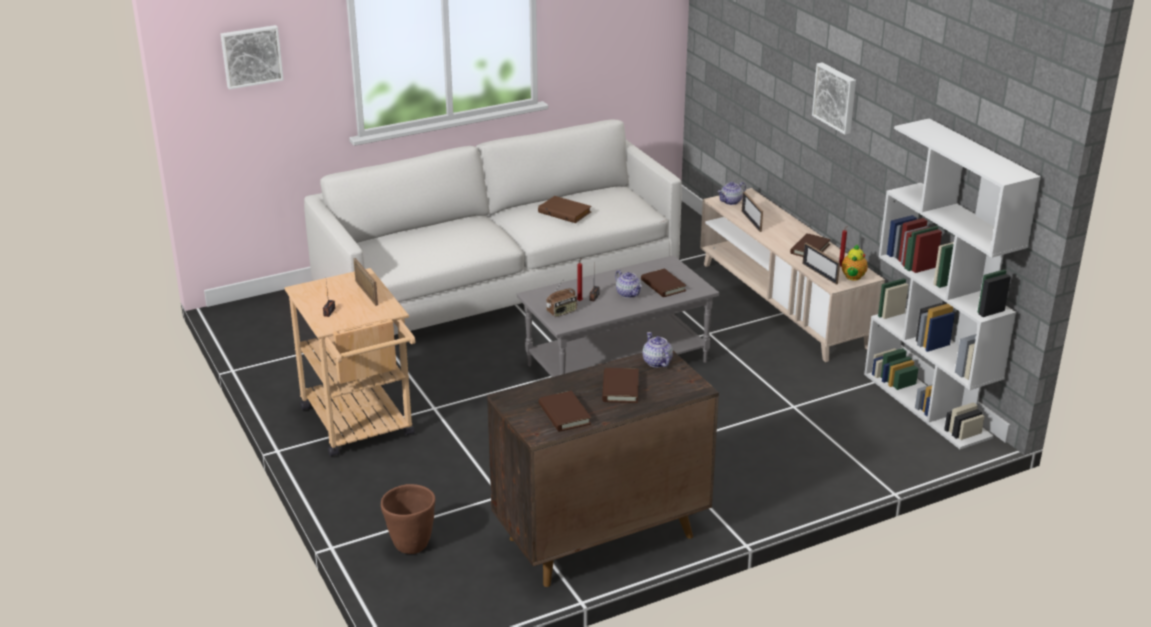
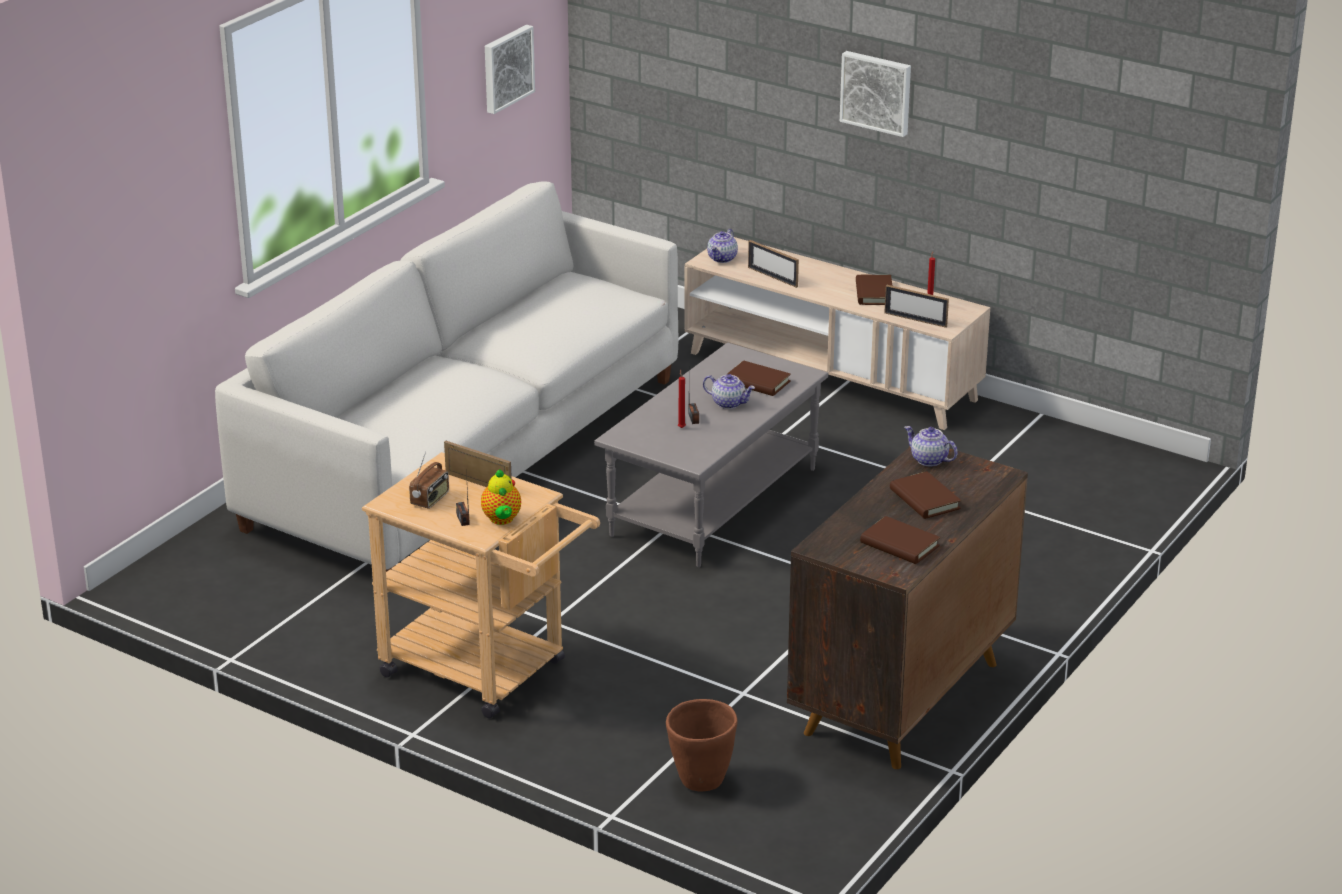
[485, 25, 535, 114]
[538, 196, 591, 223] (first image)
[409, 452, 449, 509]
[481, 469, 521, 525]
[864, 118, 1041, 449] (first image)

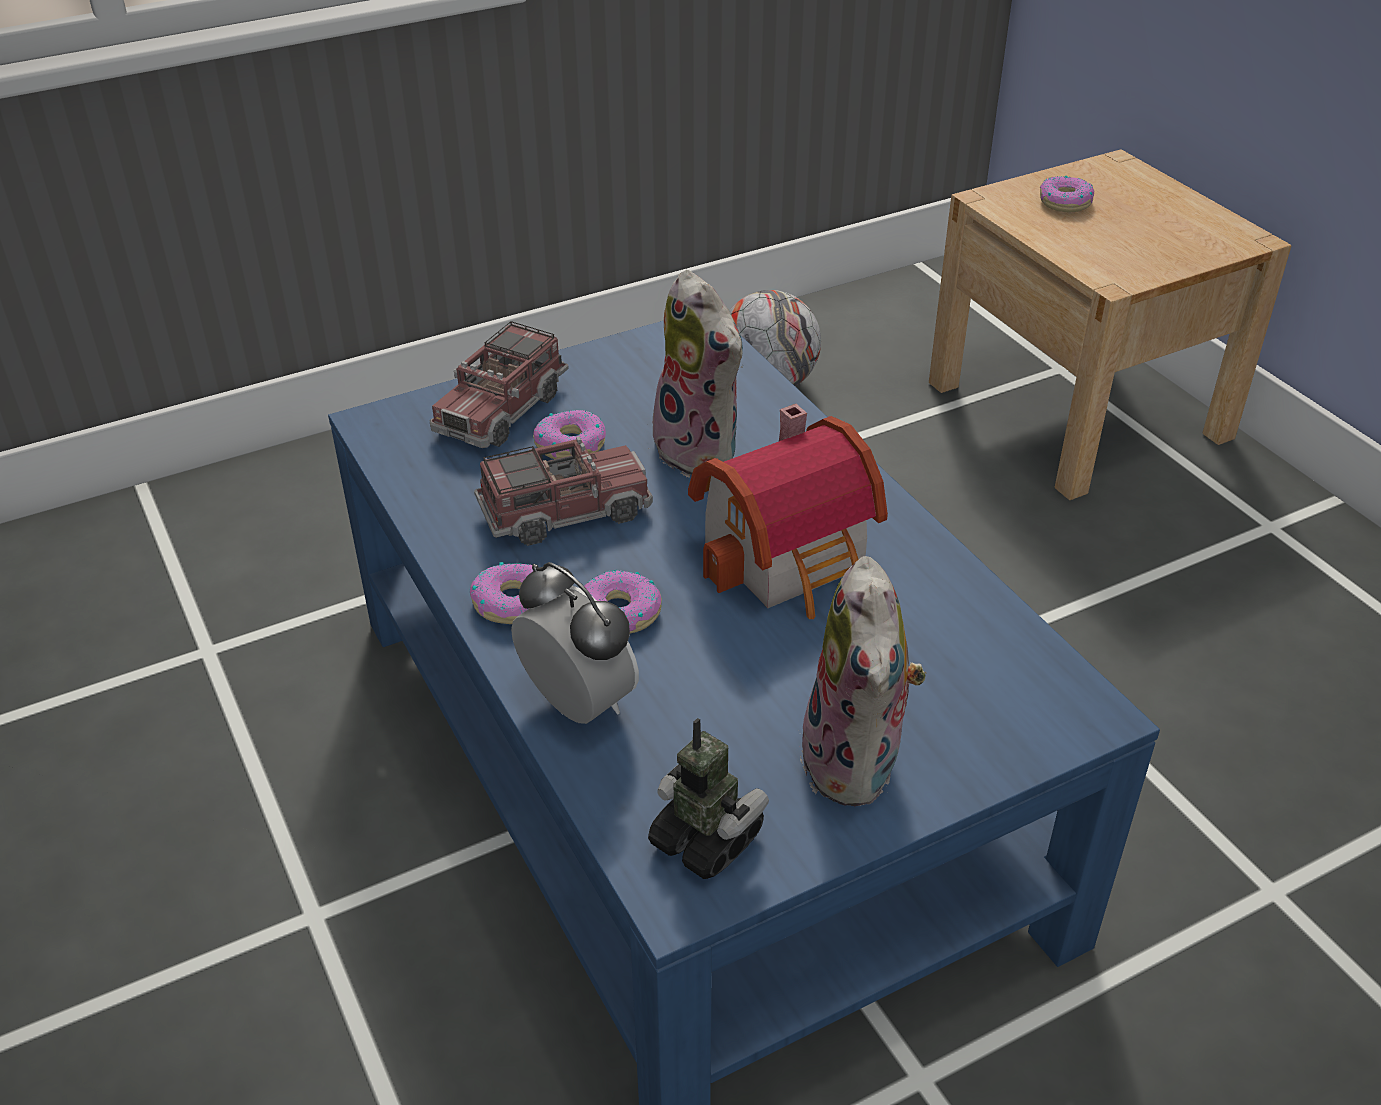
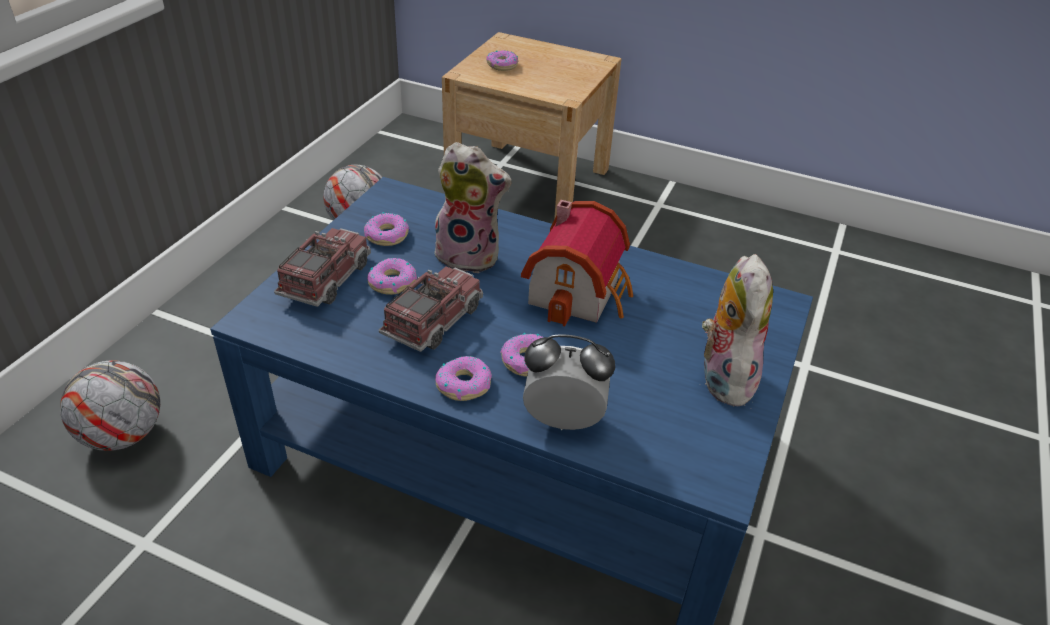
[274, 228, 371, 307]
[648, 718, 769, 879] (first image)
[702, 254, 773, 406]
[60, 360, 160, 451]
[364, 212, 409, 246]

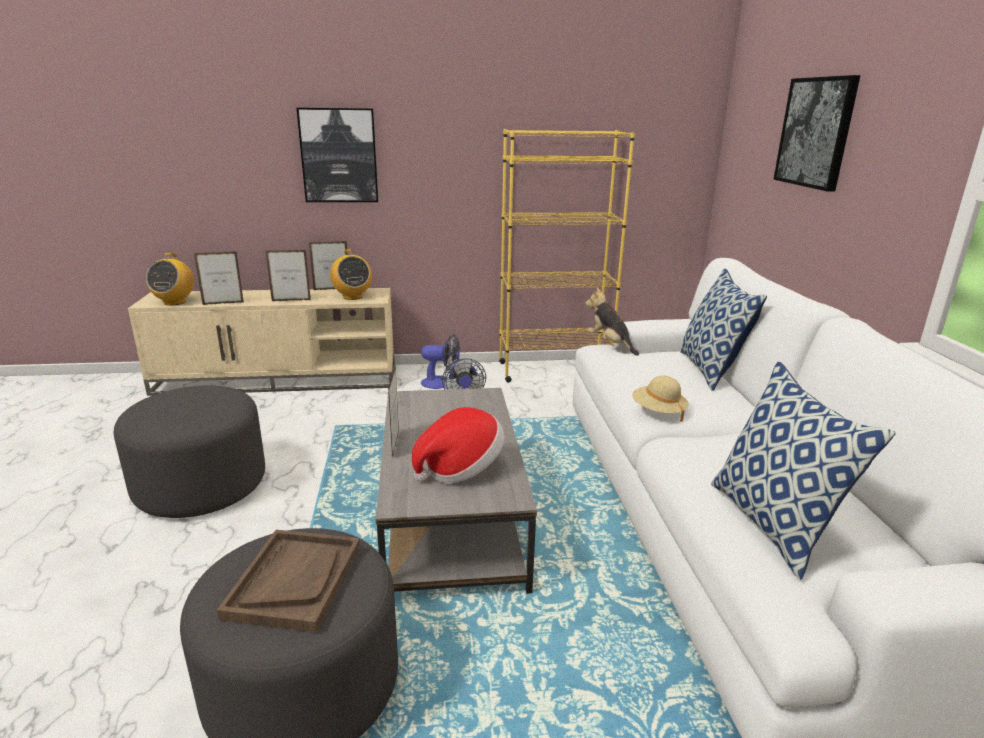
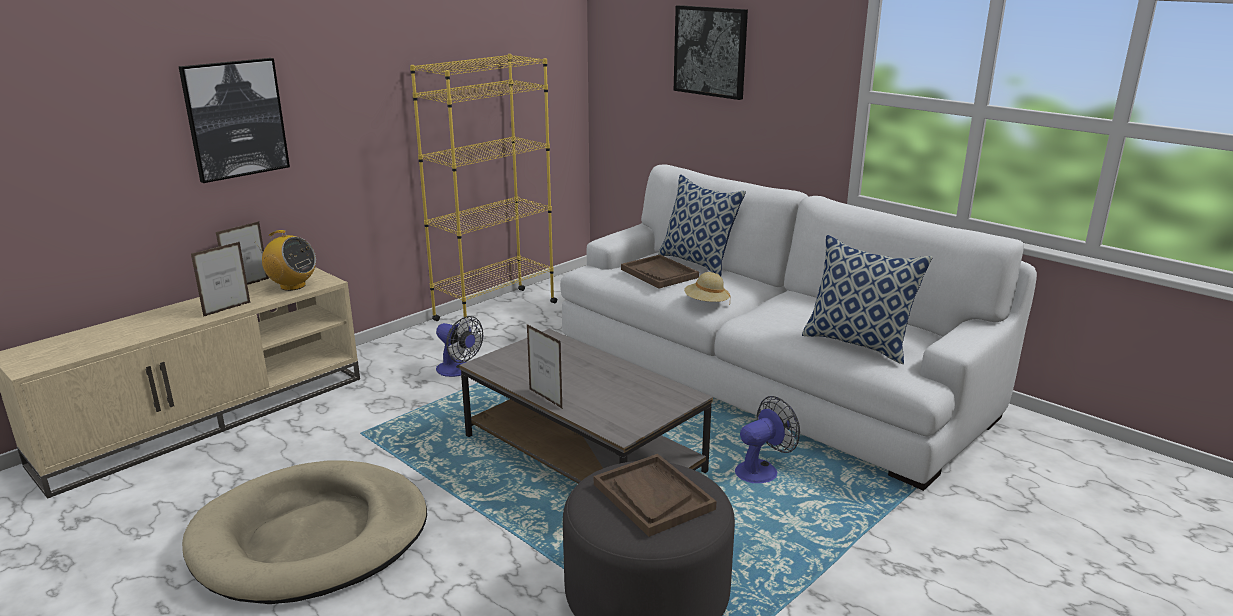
[182, 460, 427, 604]
[146, 253, 194, 306] (first image)
[194, 251, 244, 305] (first image)
[412, 407, 505, 484] (first image)
[735, 396, 800, 483]
[585, 288, 639, 355] (first image)
[621, 255, 699, 289]

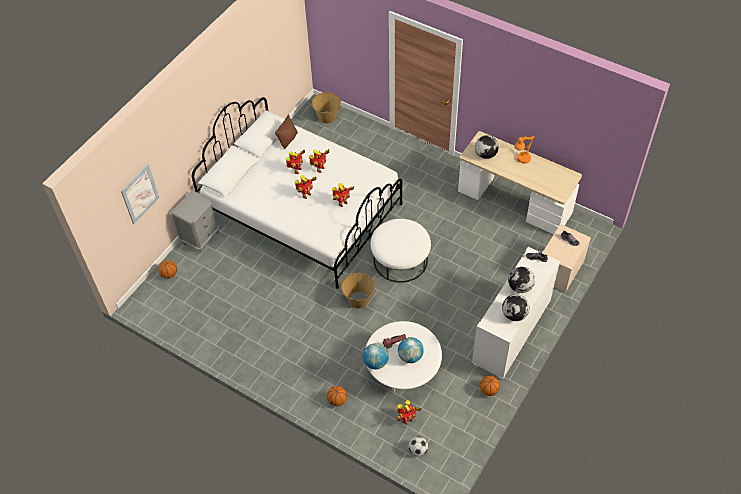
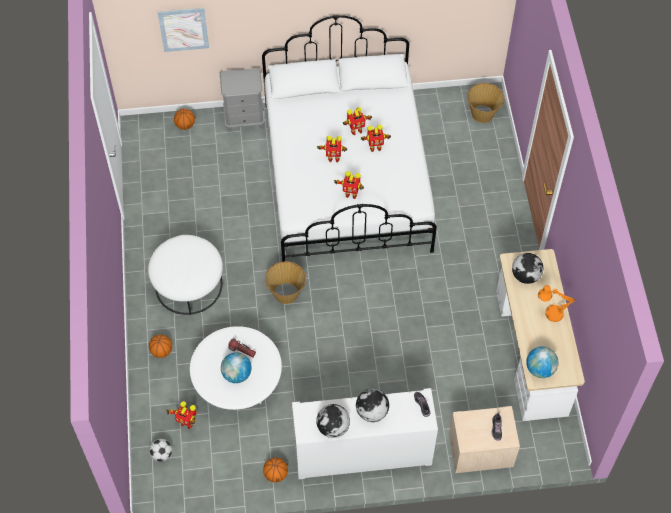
[275, 115, 298, 149] (first image)
[526, 346, 558, 378]
[148, 235, 223, 315]

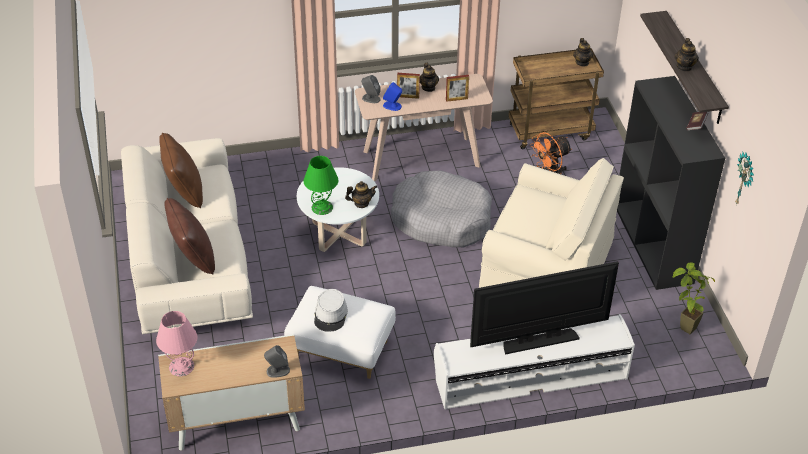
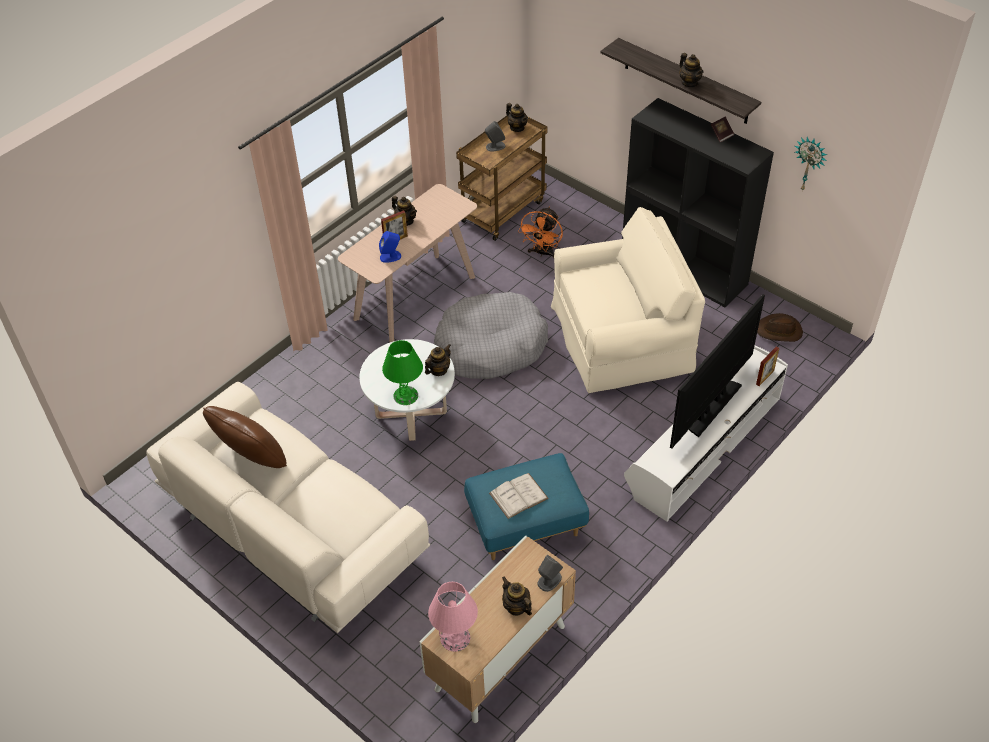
[164, 198, 215, 274] (first image)
[464, 453, 589, 560]
[489, 473, 549, 519]
[485, 121, 506, 152]
[756, 347, 779, 386]
[757, 313, 803, 342]
[502, 576, 532, 616]

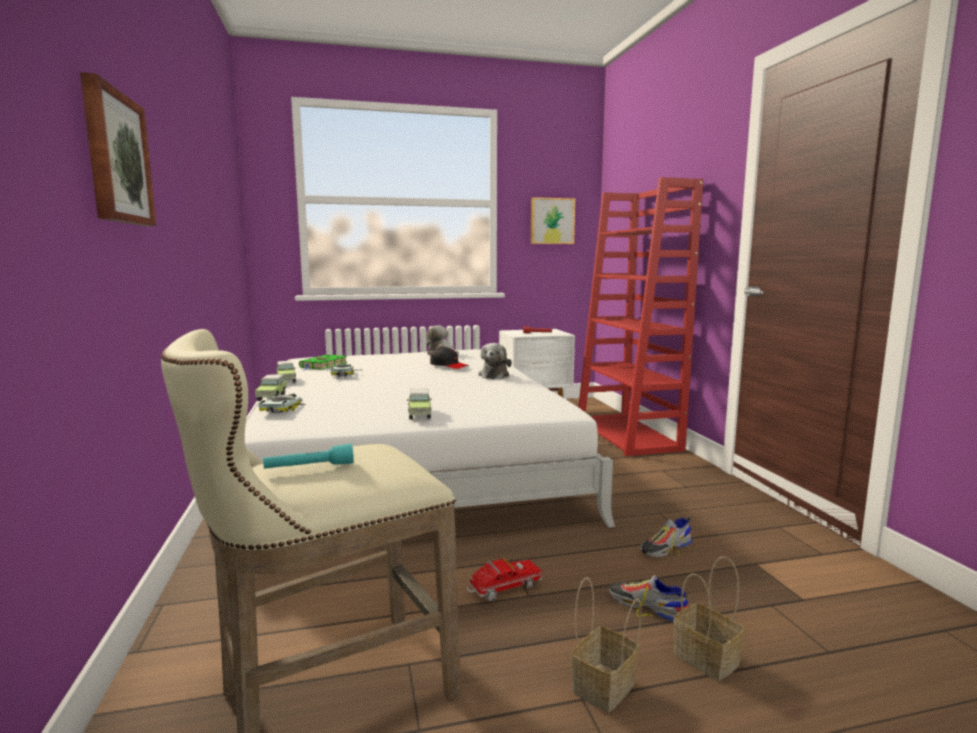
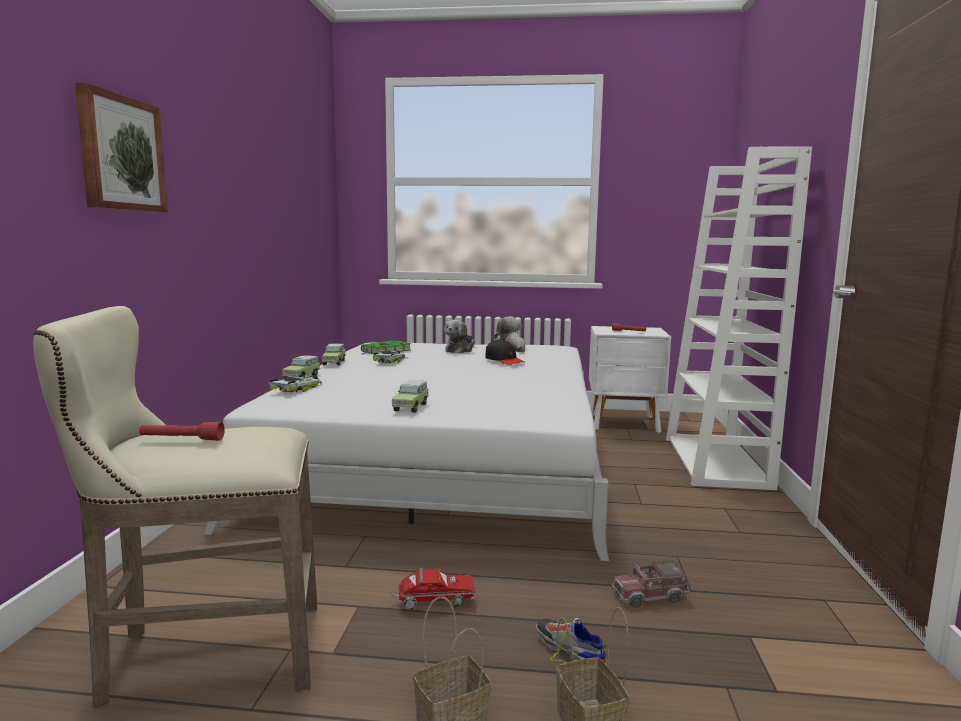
[139, 422, 225, 441]
[444, 320, 475, 354]
[531, 197, 575, 244] (first image)
[666, 146, 812, 490]
[611, 561, 690, 608]

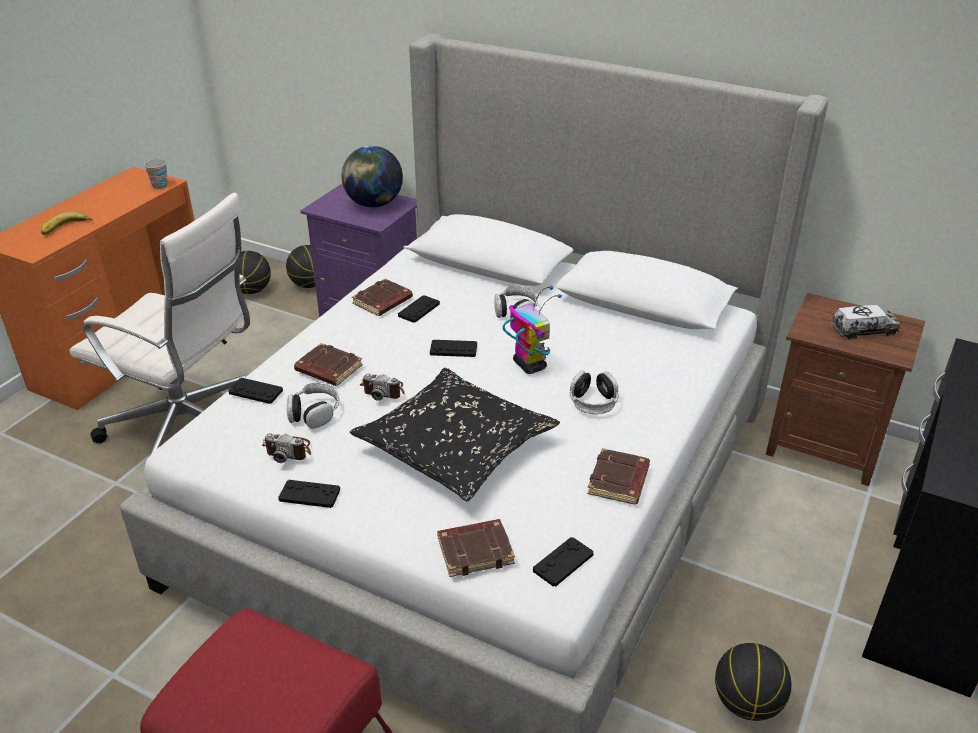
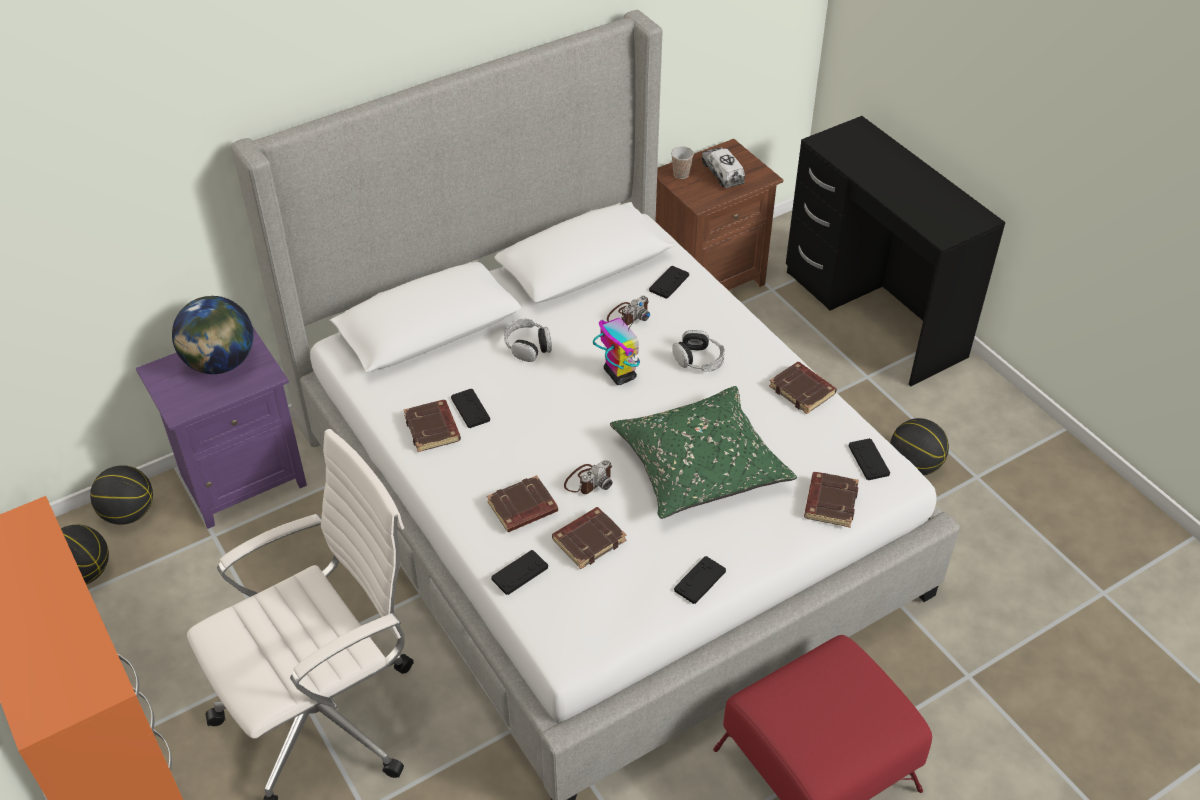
[41, 211, 92, 235] (first image)
[671, 146, 694, 179]
[607, 295, 650, 326]
[552, 507, 626, 569]
[610, 386, 797, 519]
[649, 266, 689, 298]
[593, 302, 650, 385]
[701, 148, 745, 188]

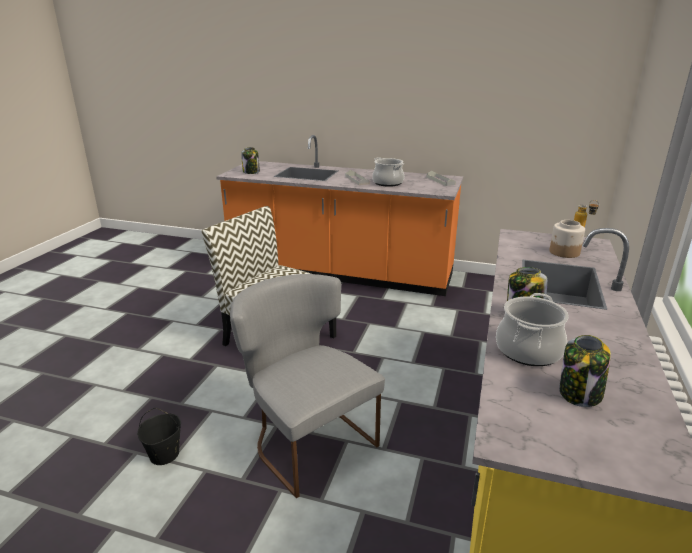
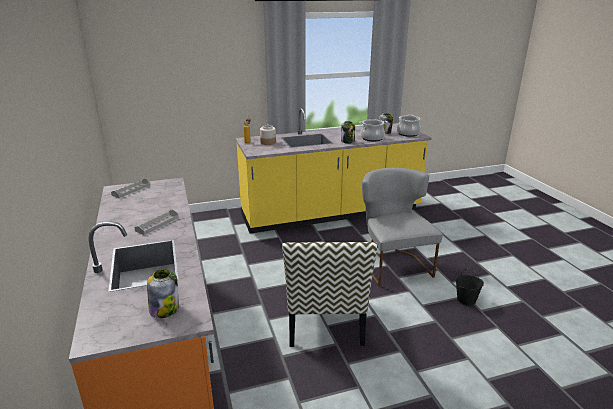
[362, 168, 443, 286]
[397, 114, 421, 137]

